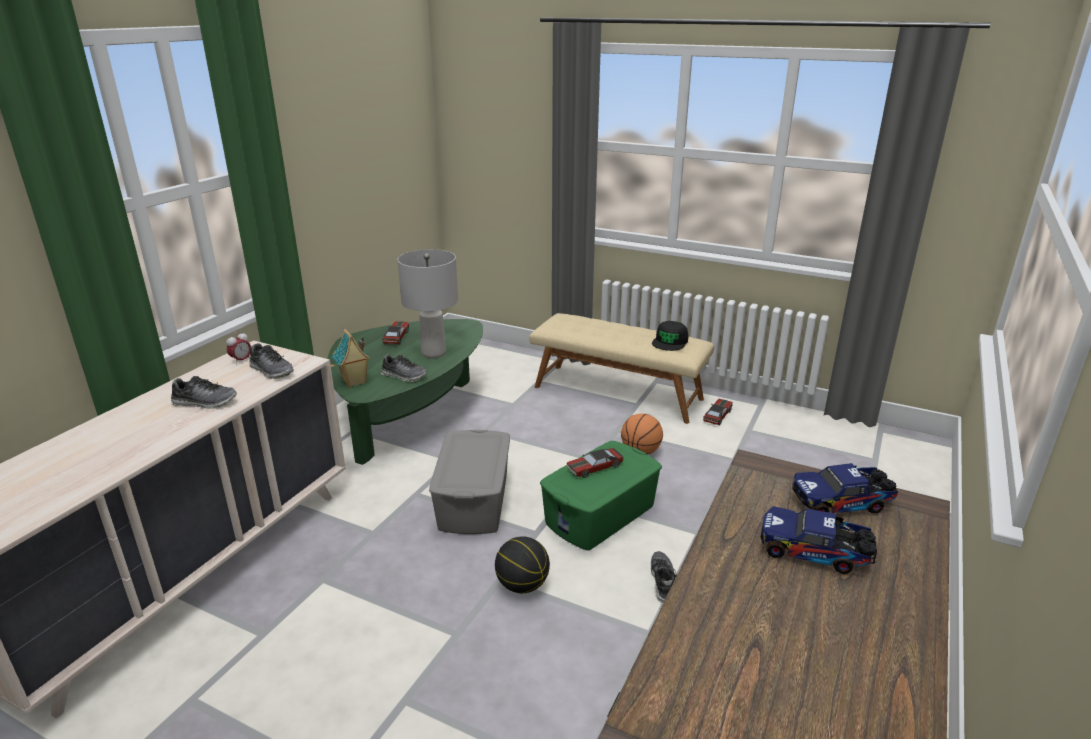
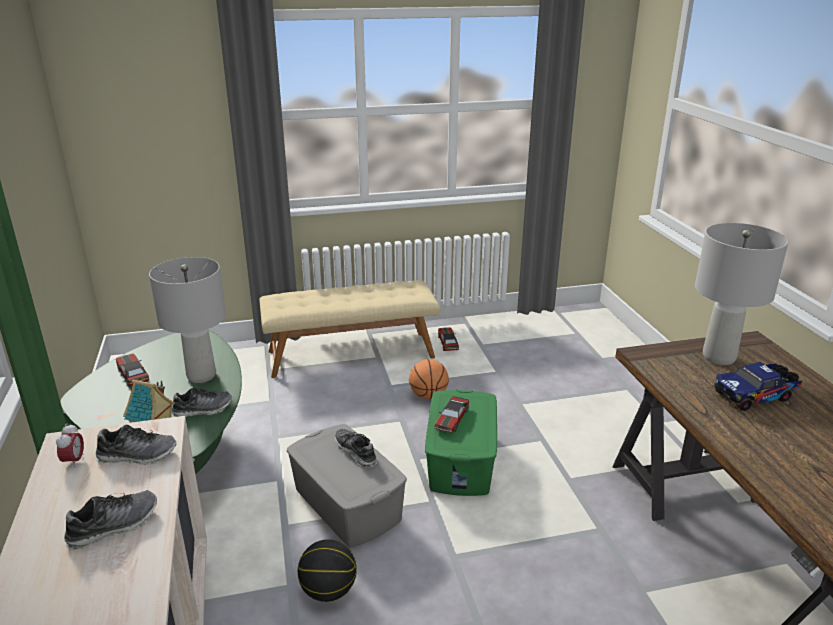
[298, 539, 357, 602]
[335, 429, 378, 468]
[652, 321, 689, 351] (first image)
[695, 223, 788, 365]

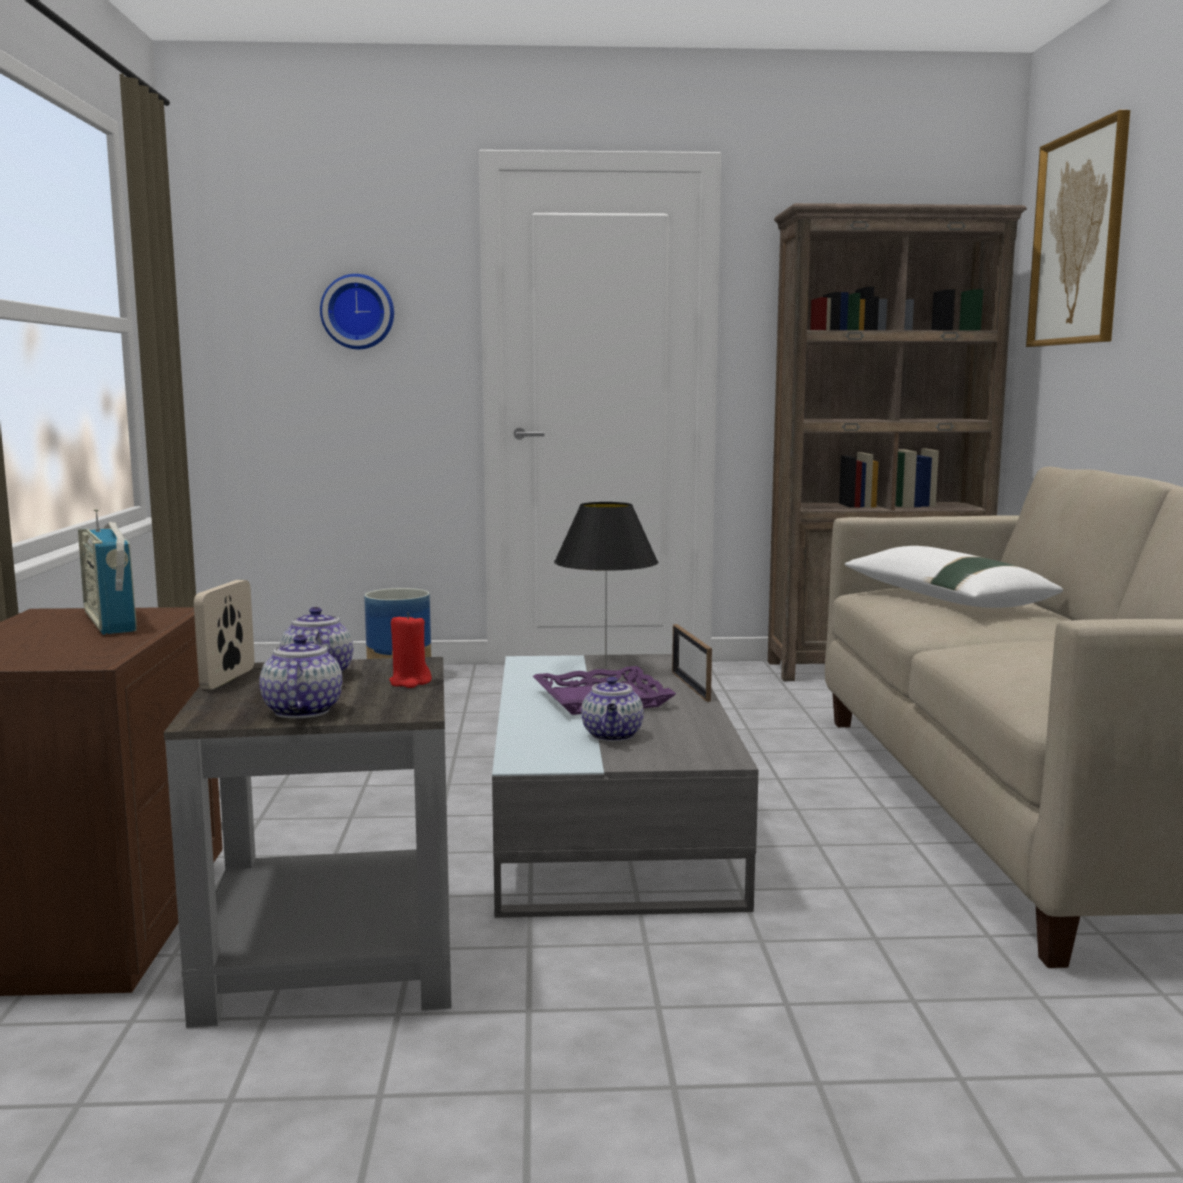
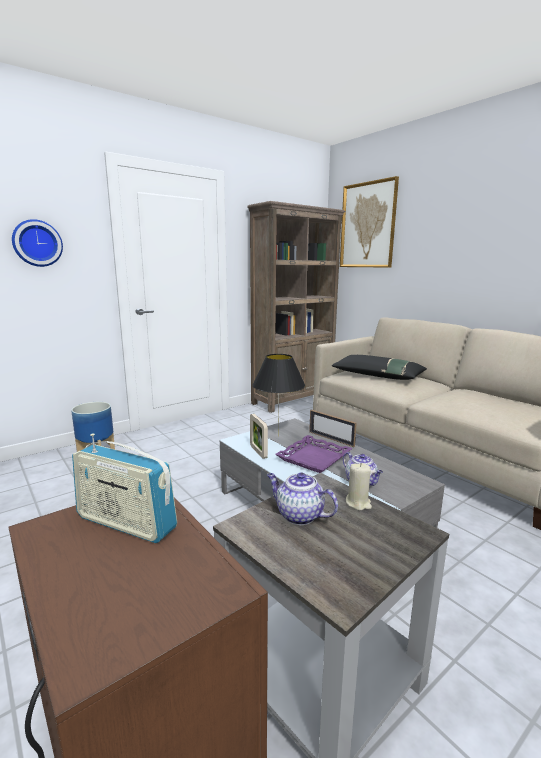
[250, 414, 268, 459]
[259, 635, 342, 718] (first image)
[346, 463, 372, 510]
[332, 355, 427, 380]

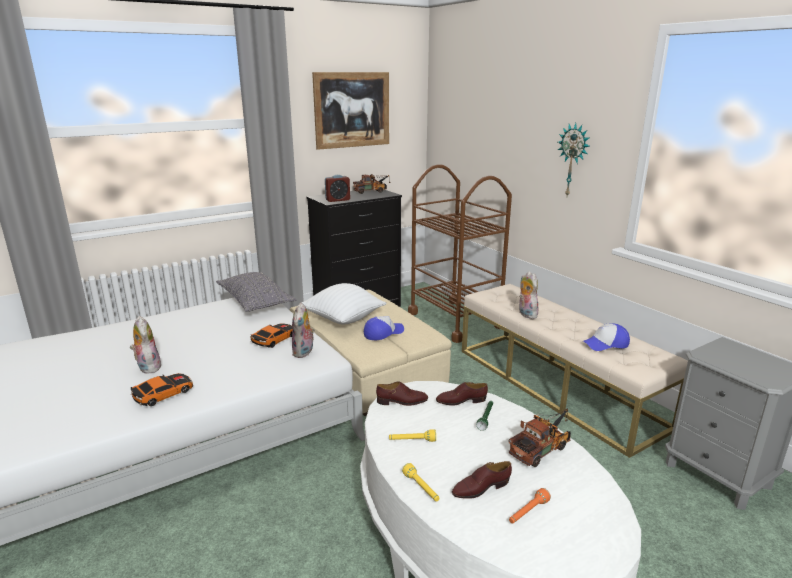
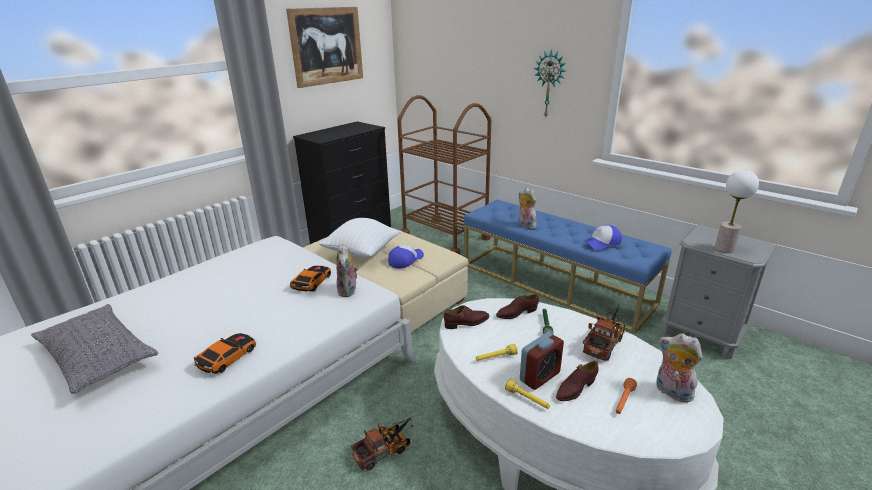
[656, 333, 703, 403]
[31, 304, 158, 394]
[520, 332, 564, 390]
[351, 418, 413, 471]
[464, 200, 672, 334]
[715, 170, 759, 253]

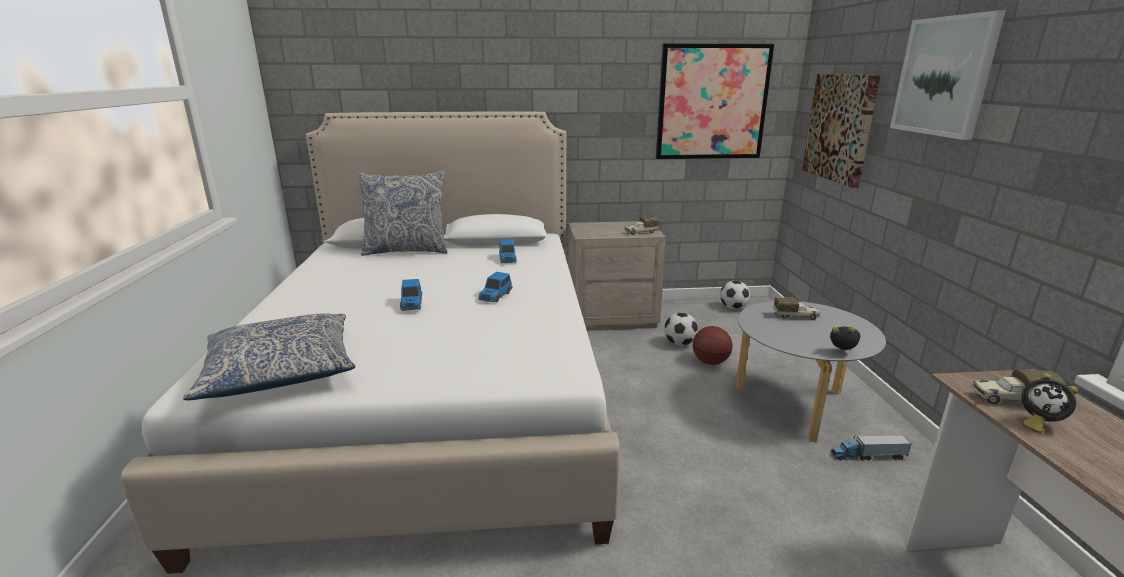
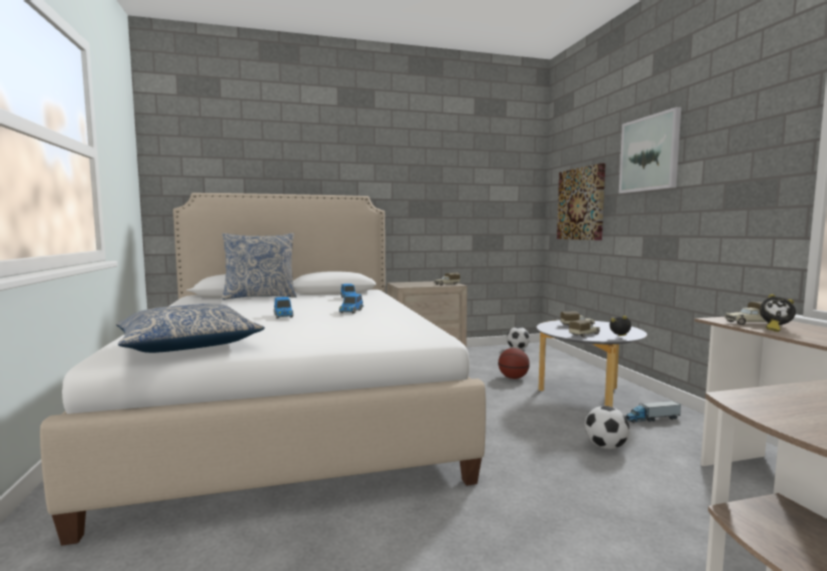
[656, 43, 774, 159] (first image)
[585, 406, 630, 449]
[569, 320, 600, 337]

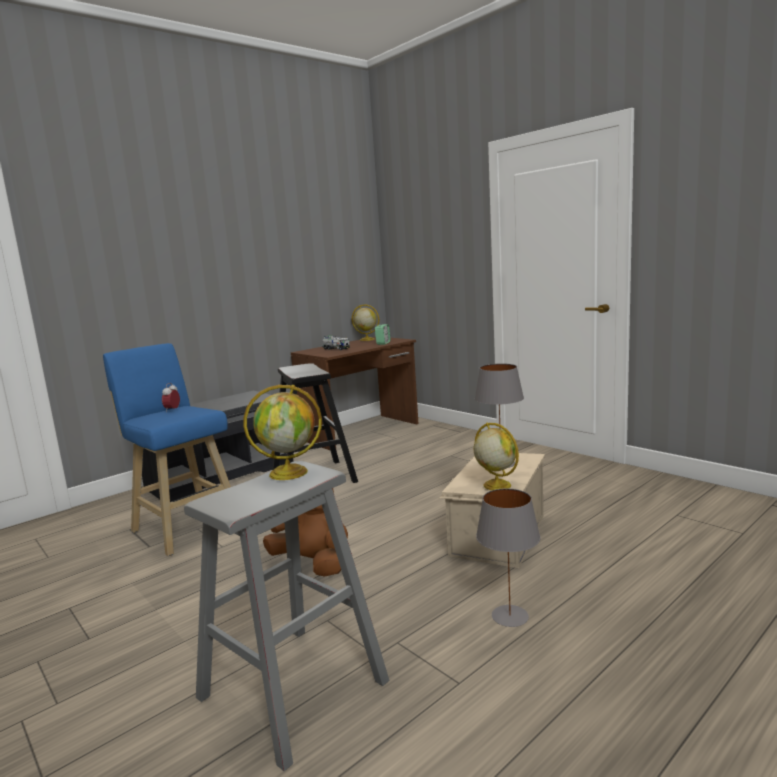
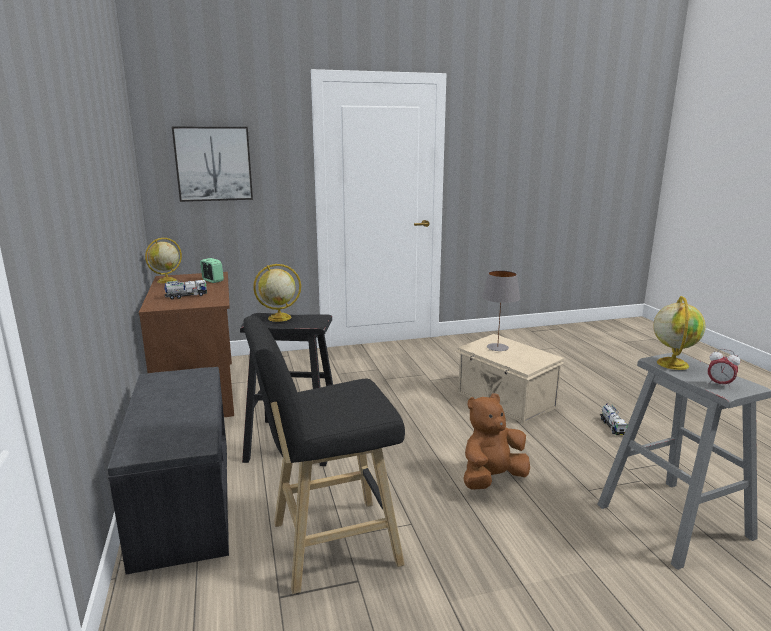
[244, 316, 405, 595]
[708, 349, 740, 389]
[253, 264, 301, 322]
[600, 403, 628, 435]
[172, 127, 253, 202]

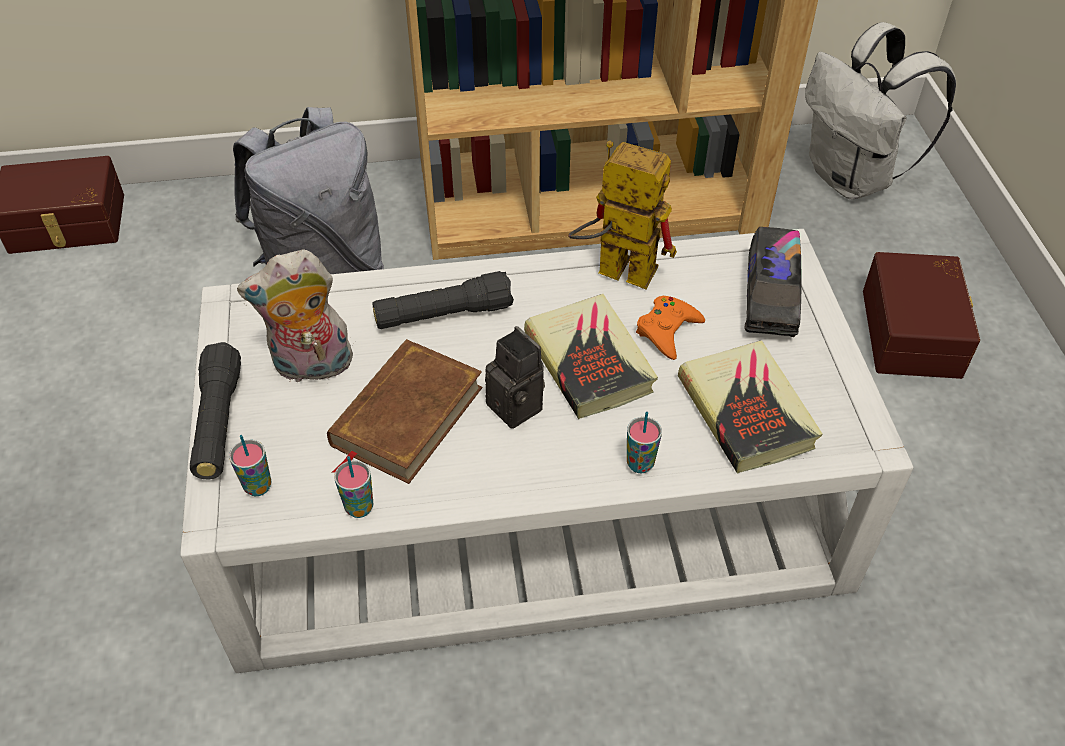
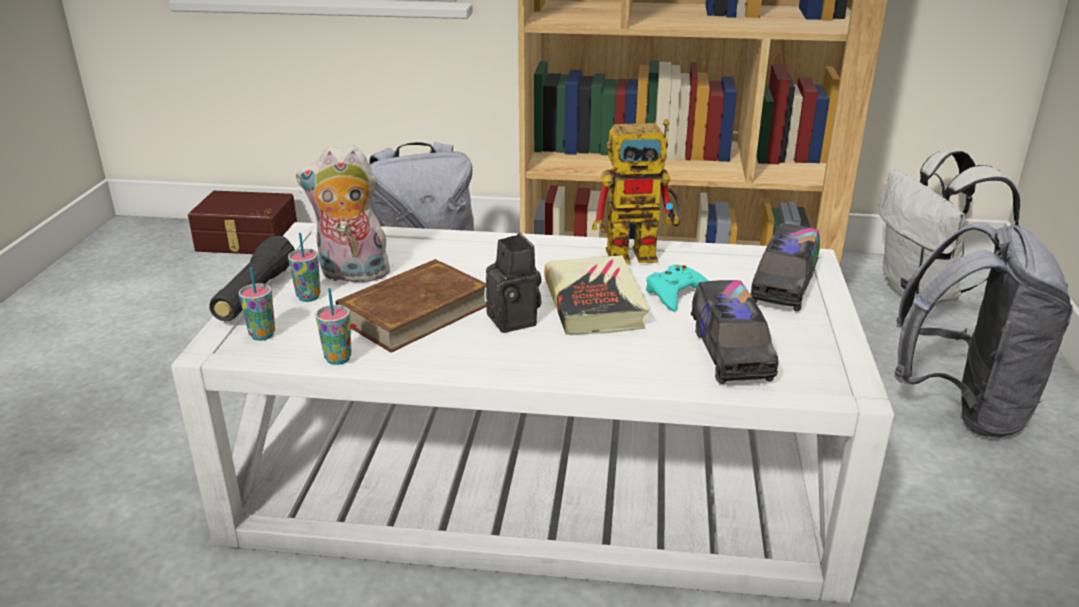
[372, 271, 514, 329] (first image)
[592, 119, 681, 263]
[288, 233, 321, 302]
[646, 264, 708, 312]
[691, 280, 778, 384]
[894, 223, 1073, 438]

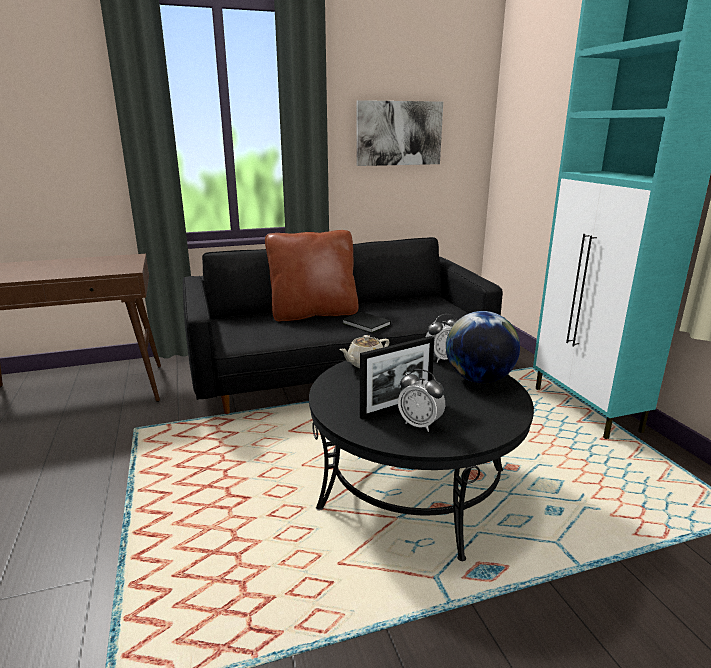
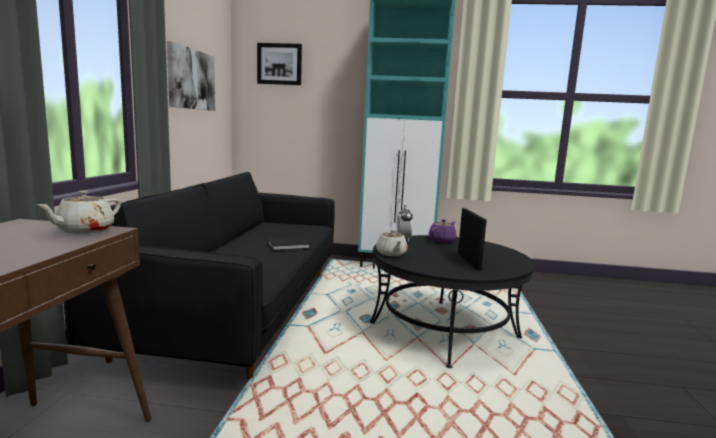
[265, 230, 358, 321] (first image)
[398, 369, 445, 432] (first image)
[429, 219, 457, 243]
[37, 191, 121, 234]
[257, 43, 302, 85]

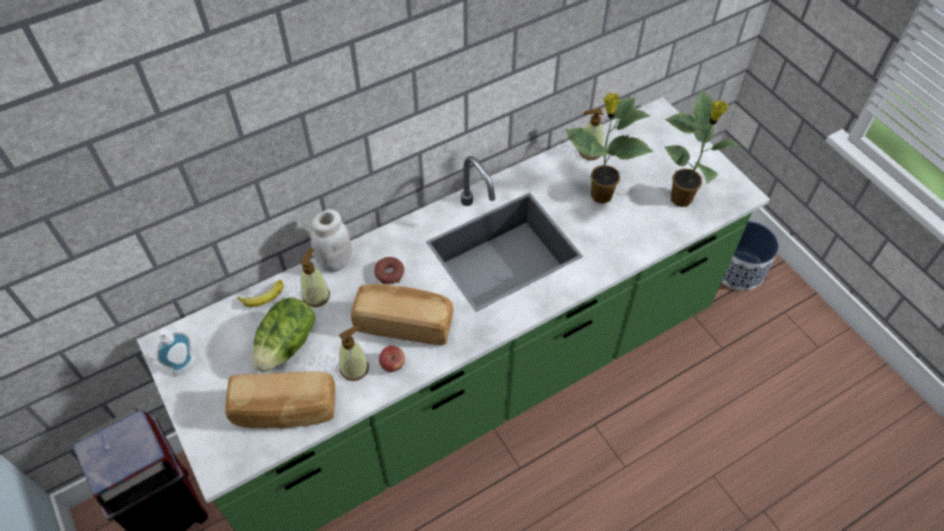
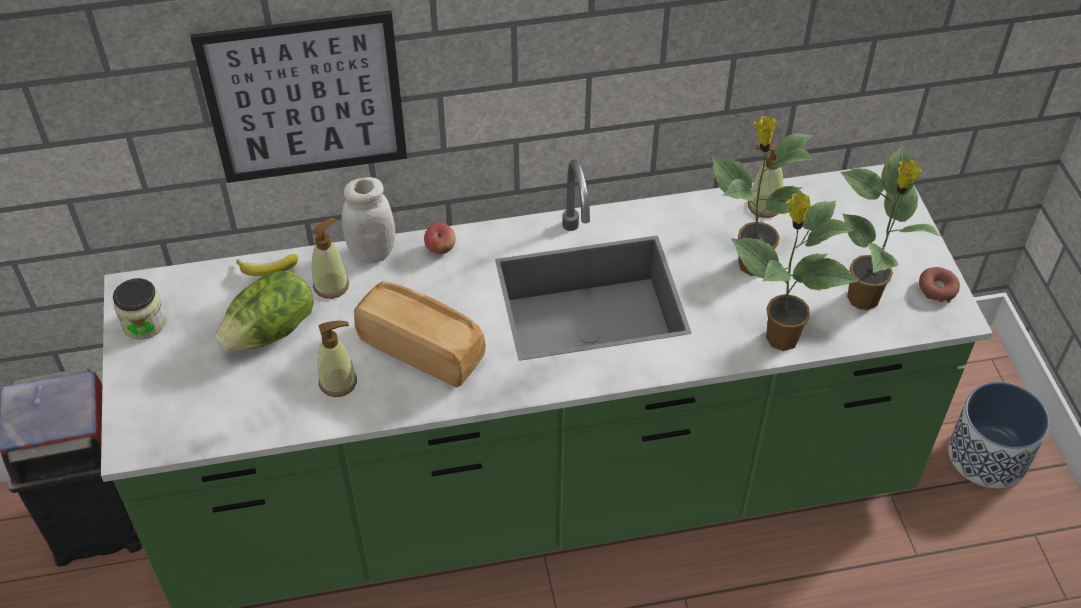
[113, 278, 167, 340]
[225, 371, 335, 428] (first image)
[919, 267, 960, 303]
[424, 223, 456, 254]
[191, 10, 407, 183]
[731, 193, 858, 351]

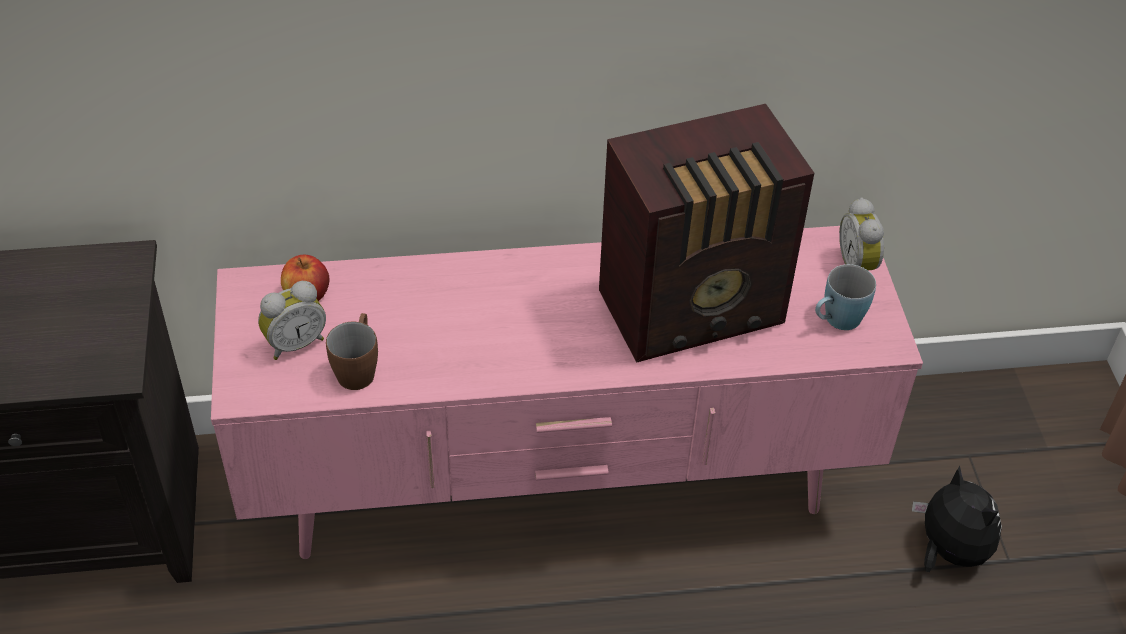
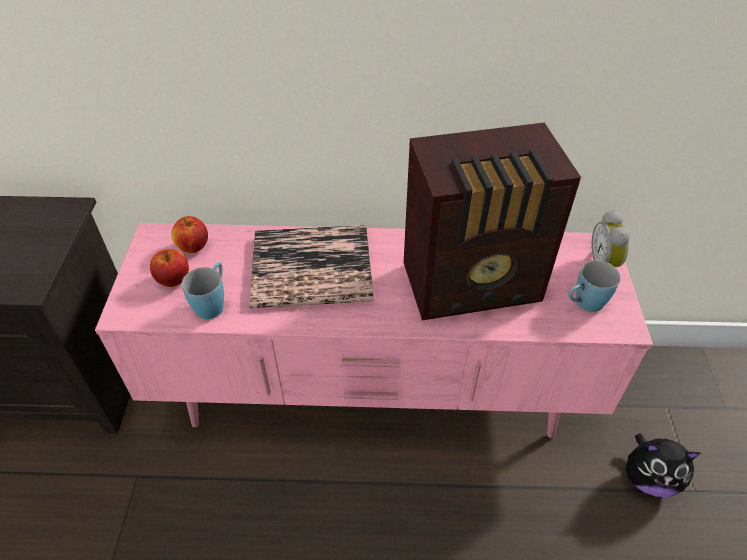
[150, 249, 189, 287]
[182, 262, 224, 319]
[626, 434, 701, 497]
[249, 225, 374, 308]

